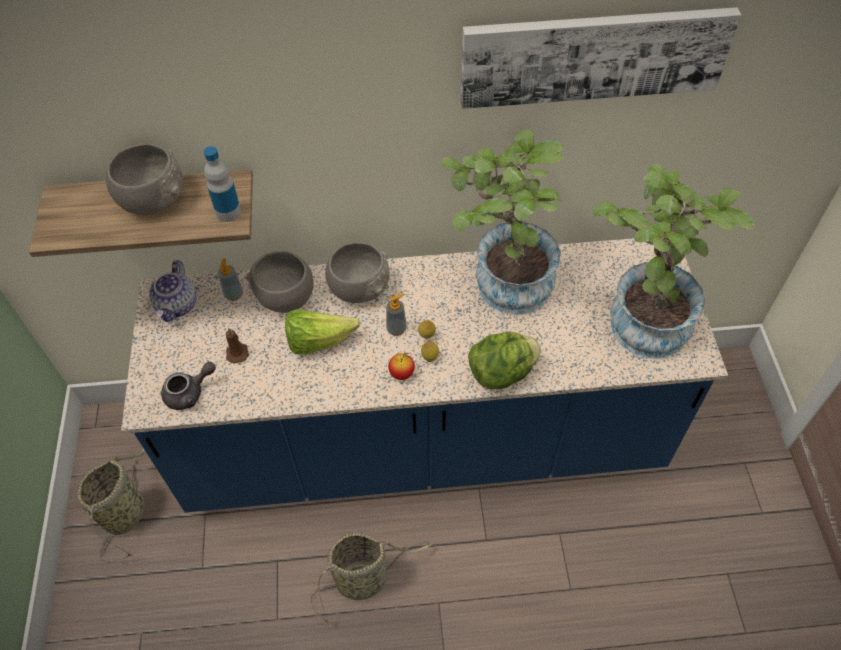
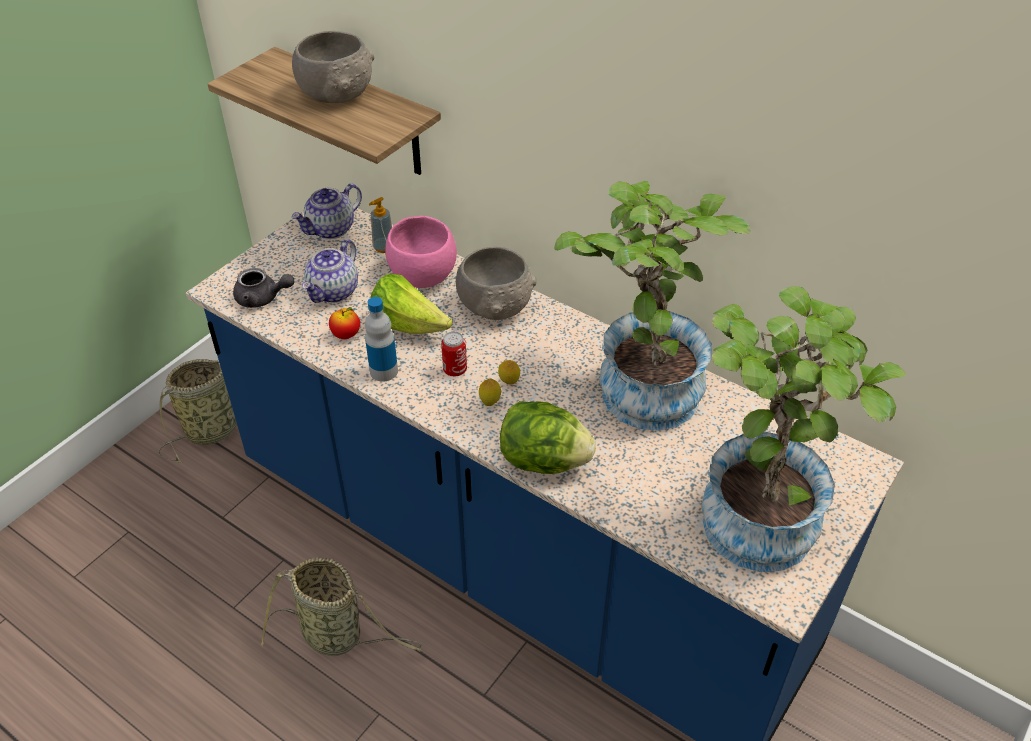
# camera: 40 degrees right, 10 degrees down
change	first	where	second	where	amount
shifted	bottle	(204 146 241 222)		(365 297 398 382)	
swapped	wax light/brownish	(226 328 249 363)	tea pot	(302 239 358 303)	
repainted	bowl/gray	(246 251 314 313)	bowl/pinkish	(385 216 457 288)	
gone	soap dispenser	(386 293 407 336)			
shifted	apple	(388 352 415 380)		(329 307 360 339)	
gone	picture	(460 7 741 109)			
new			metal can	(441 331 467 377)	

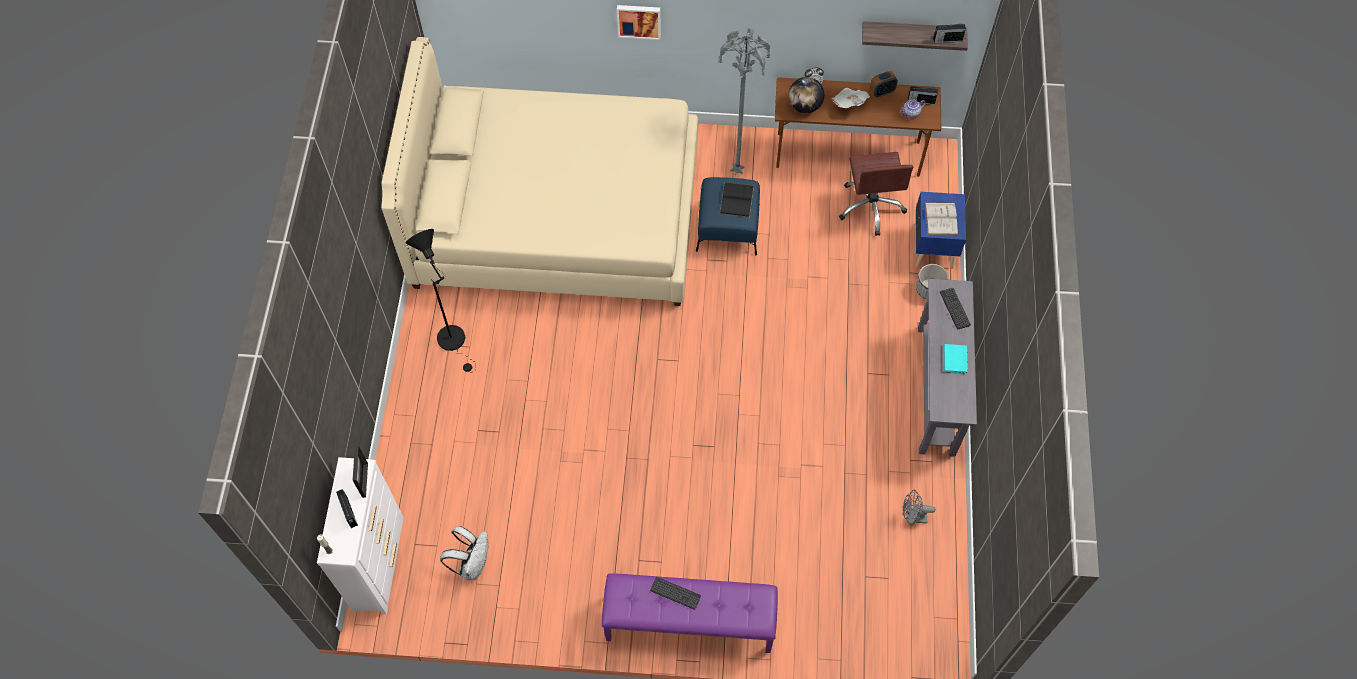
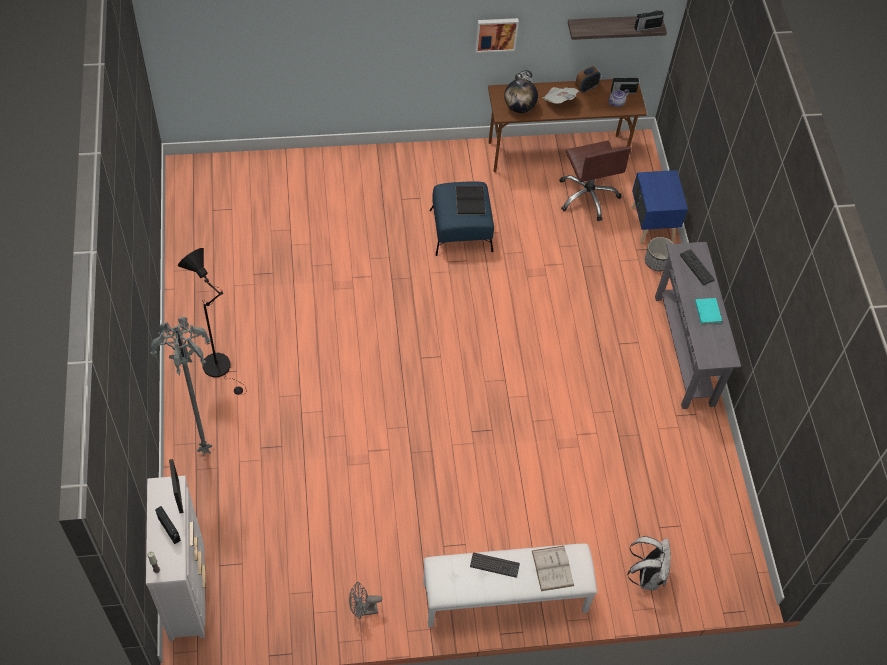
# camera: 15 degrees left, 5 degrees down
change	first	where	second	where	amount
gone	sleeping bed/beige	(381 37 698 306)			
shifted	backpack/white	(440 526 489 580)		(627 536 671 590)	
repainted	long seat/purple-coloured	(602 573 778 653)	long seat/white	(423 544 597 627)	
shifted	picture	(617 5 661 40)		(475 18 519 53)	
shifted	floor lamp/gray	(718 28 772 176)		(150 317 212 456)	
shifted	fan/gray	(903 490 936 525)		(349 582 382 619)	
shifted	bound book/white	(925 202 958 235)		(532 546 574 591)	

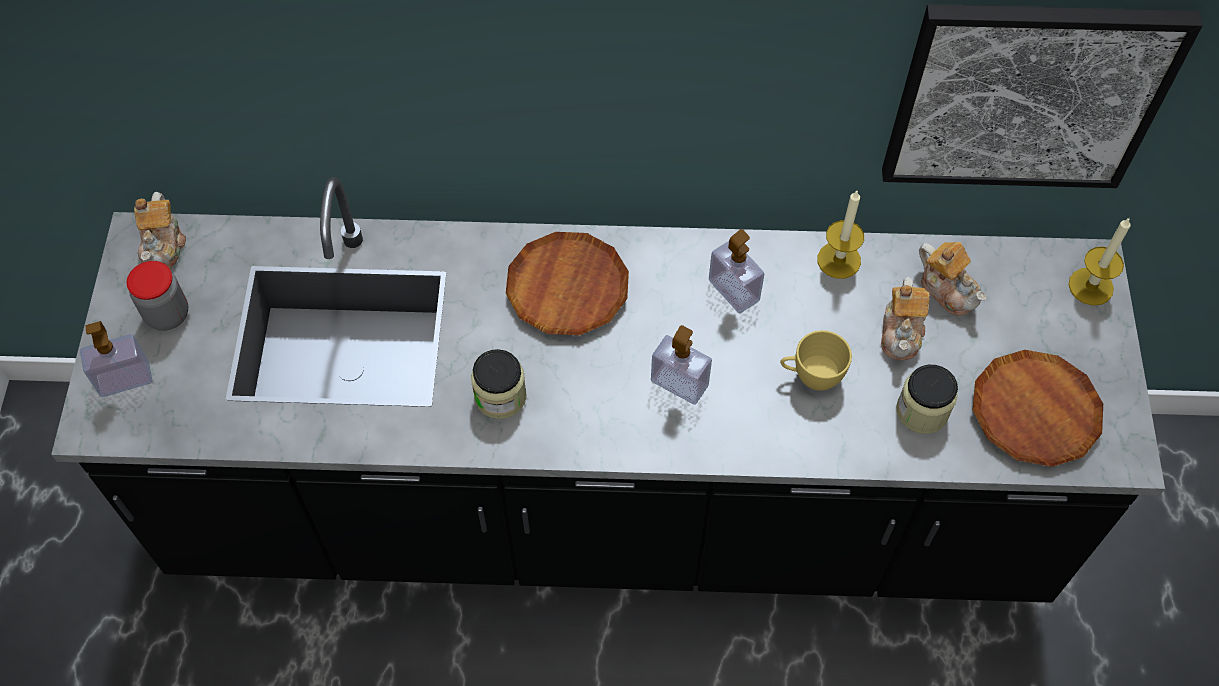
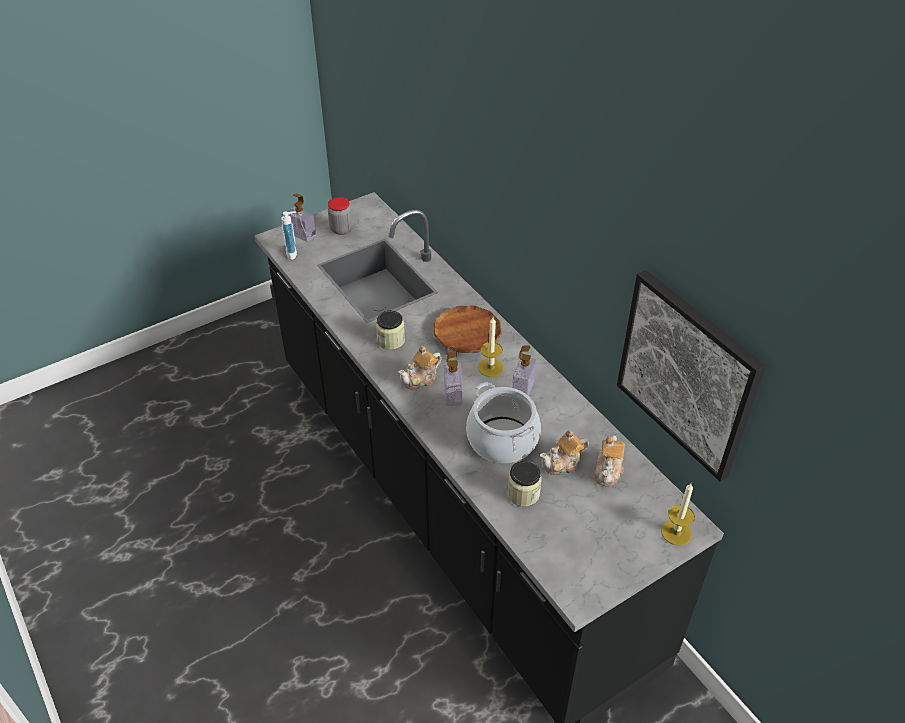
# camera: 55 degrees right, 15 degrees down
change	first	where	second	where	amount
shifted	tea pot	(134 192 186 269)		(398 346 442 390)	
swapped	cup/yellowish	(780 330 852 391)	saucepot	(466 382 541 463)	
shifted	wax light	(817 191 864 279)		(478 317 504 377)	
gone	plate/brownish	(973 350 1103 467)			
new			soap dispenser	(281 211 297 260)	

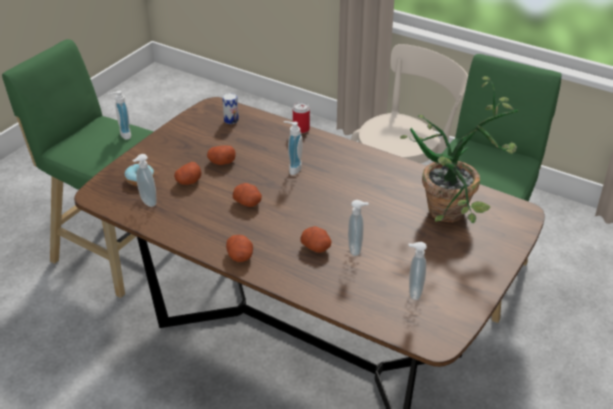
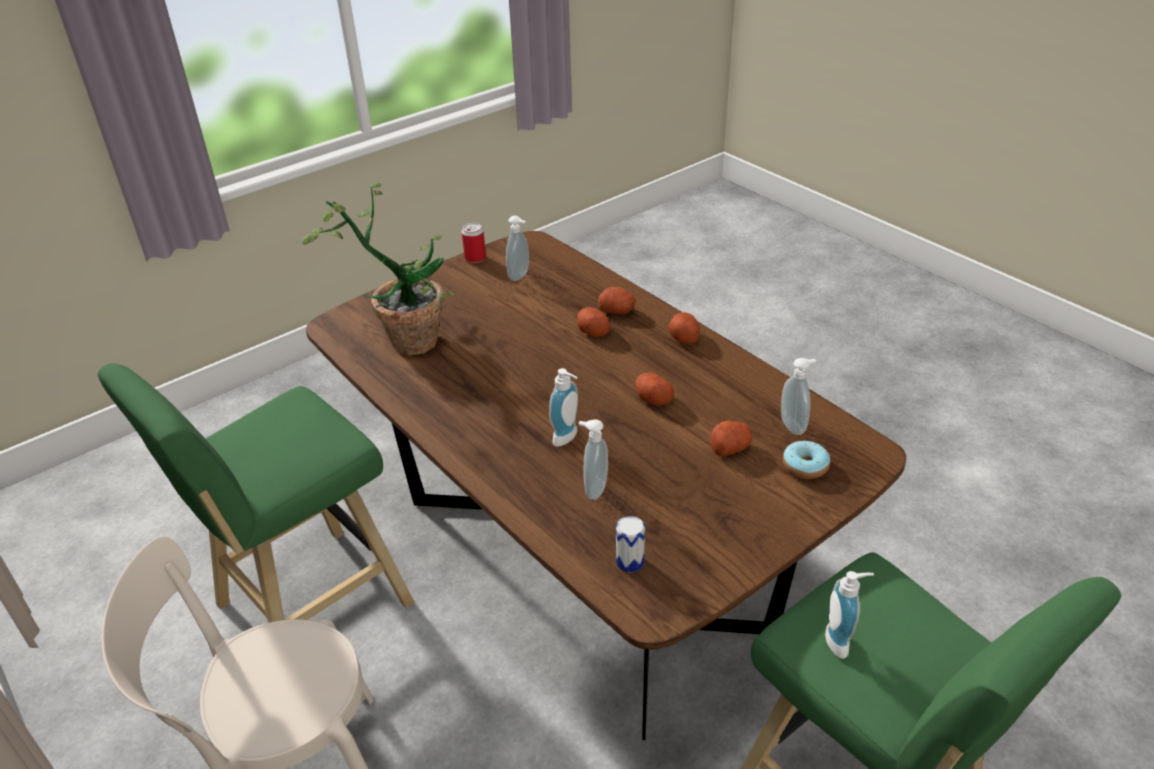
# camera: 160 degrees left, 0 degrees up
change	first	where	second	where	amount
shifted	potato	(207 146 236 165)		(598 287 636 314)	
shifted	metal can	(293 102 310 134)		(461 223 486 263)	
shifted	soap dispenser	(348 200 369 256)		(579 420 608 500)	

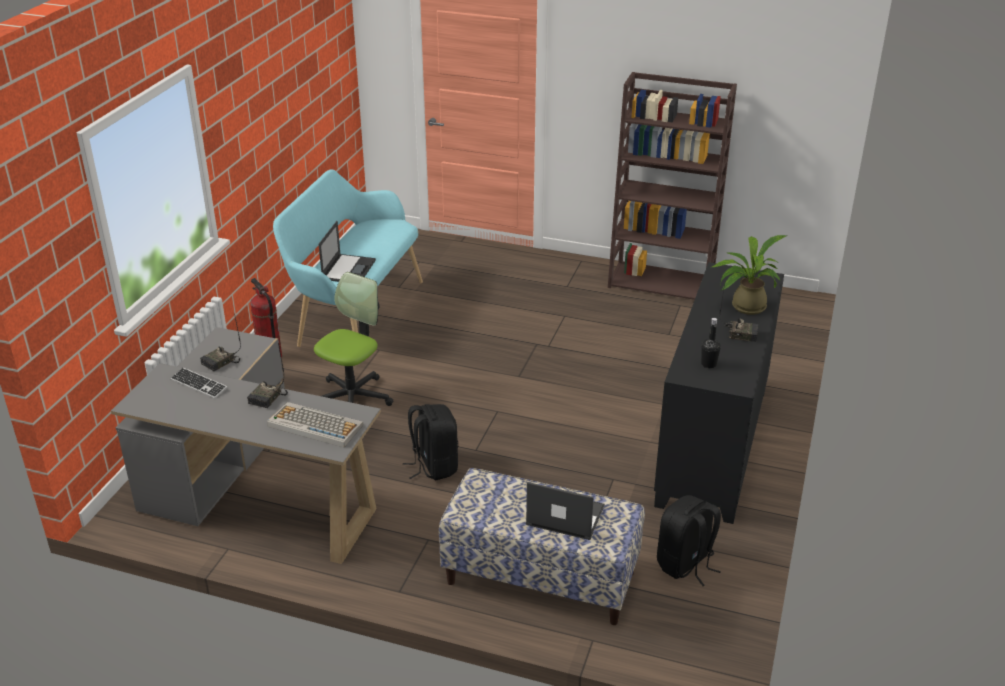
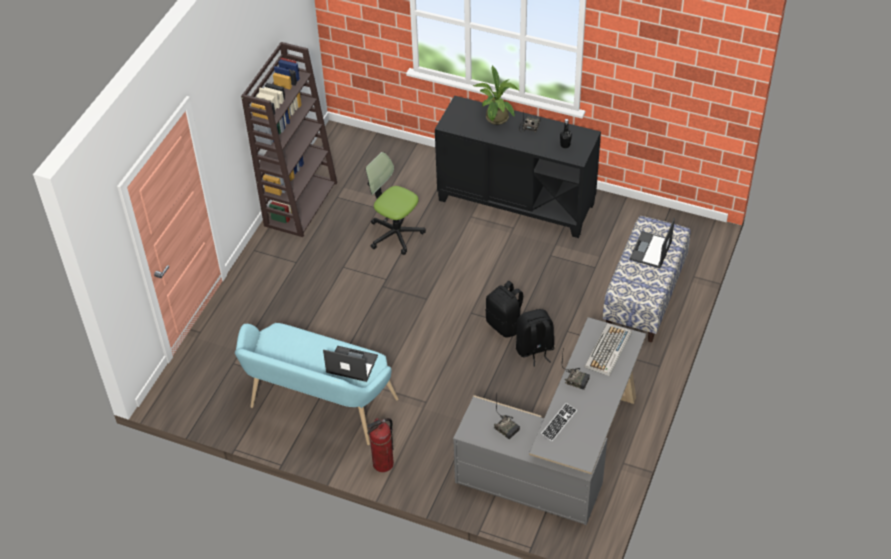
# camera: 85 degrees left, 15 degrees up
change	first	where	second	where	amount
shifted	computer chair	(314 272 393 406)		(366 152 426 255)	
shifted	backpack/blackish	(657 495 721 586)		(485 281 523 337)	

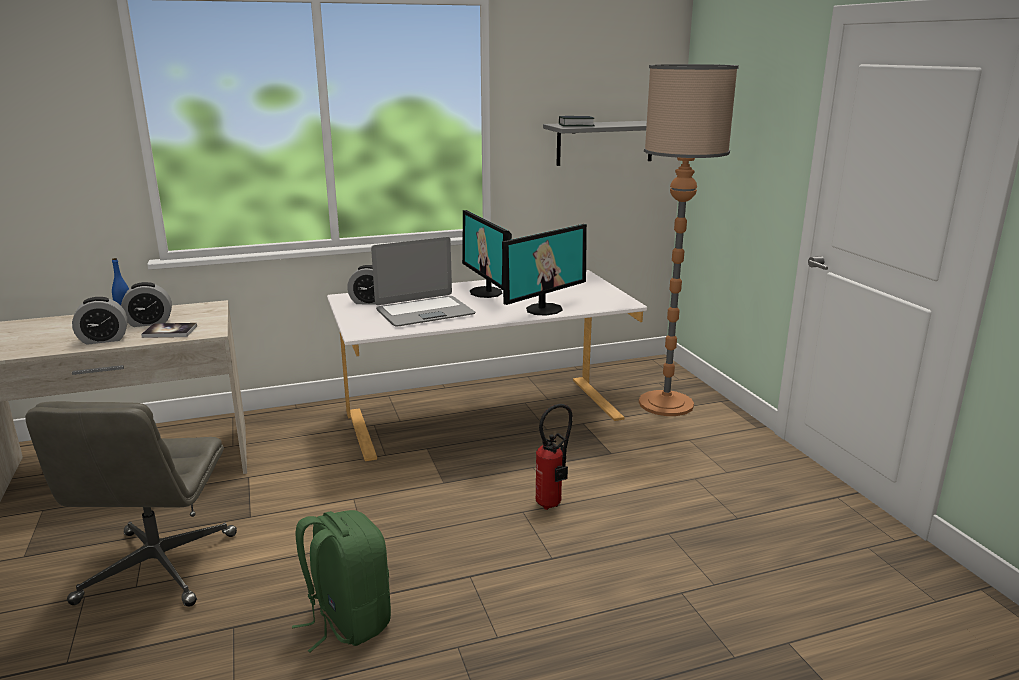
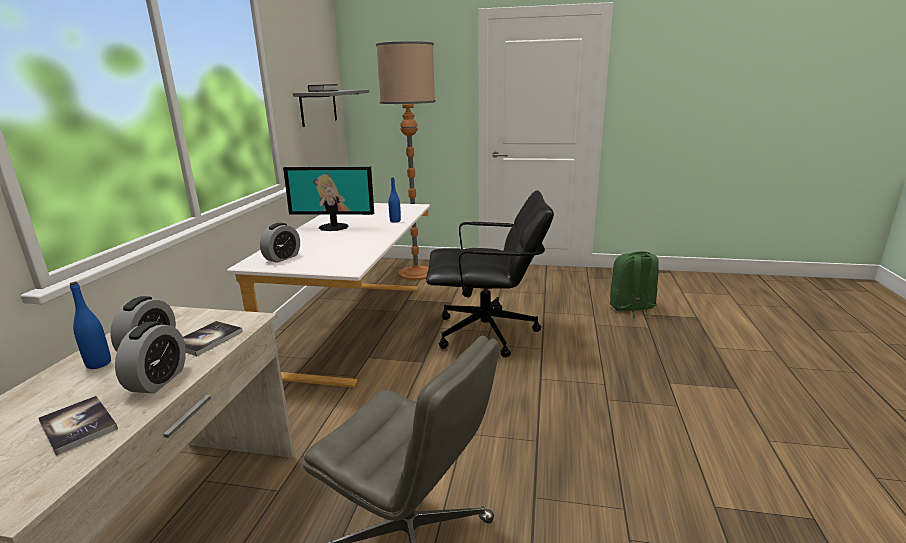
# camera: 60 degrees left, 0 degrees up
change	first	where	second	where	amount
shifted	backpack/greenish	(292 510 391 652)		(610 251 659 318)	
gone	portable computer	(371 237 475 327)			
swapped	computer screen	(502 224 587 316)	bottle/bluish	(388 177 401 223)	
swapped	fire extinguisher	(535 404 573 510)	computer chair/blackish	(426 190 554 358)	
new			bound book	(38 396 118 456)	

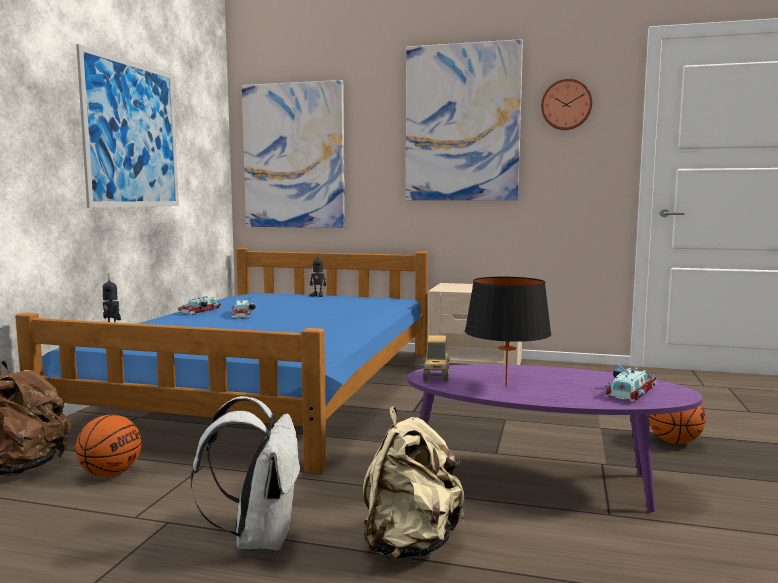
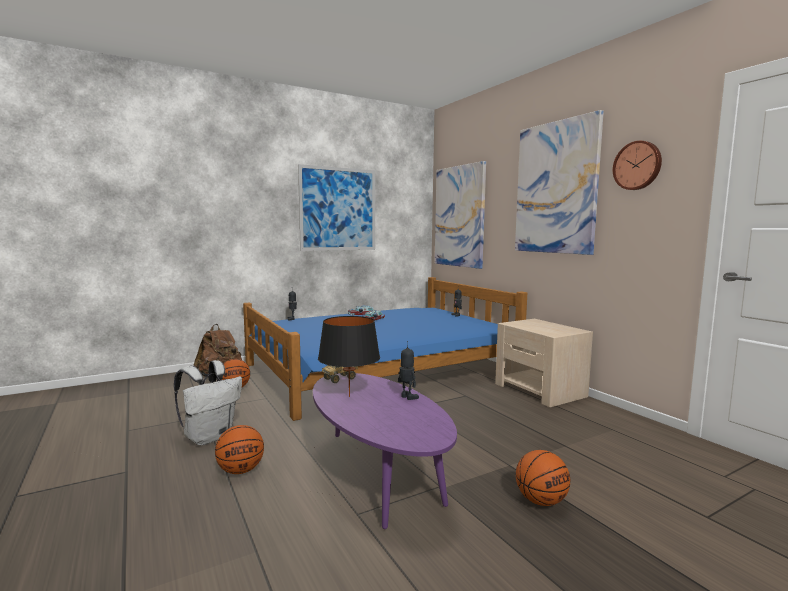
# camera: 45 degrees right, 0 degrees up
change	first	where	second	where	amount
swapped	backpack/beige	(363 406 465 560)	basketball ball	(215 425 264 474)	
gone	miniature car	(605 363 657 402)			
new			model robot	(398 341 419 400)	

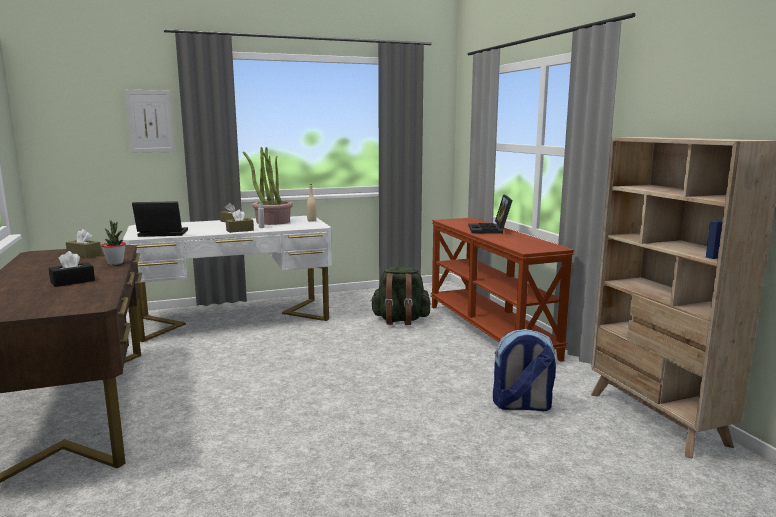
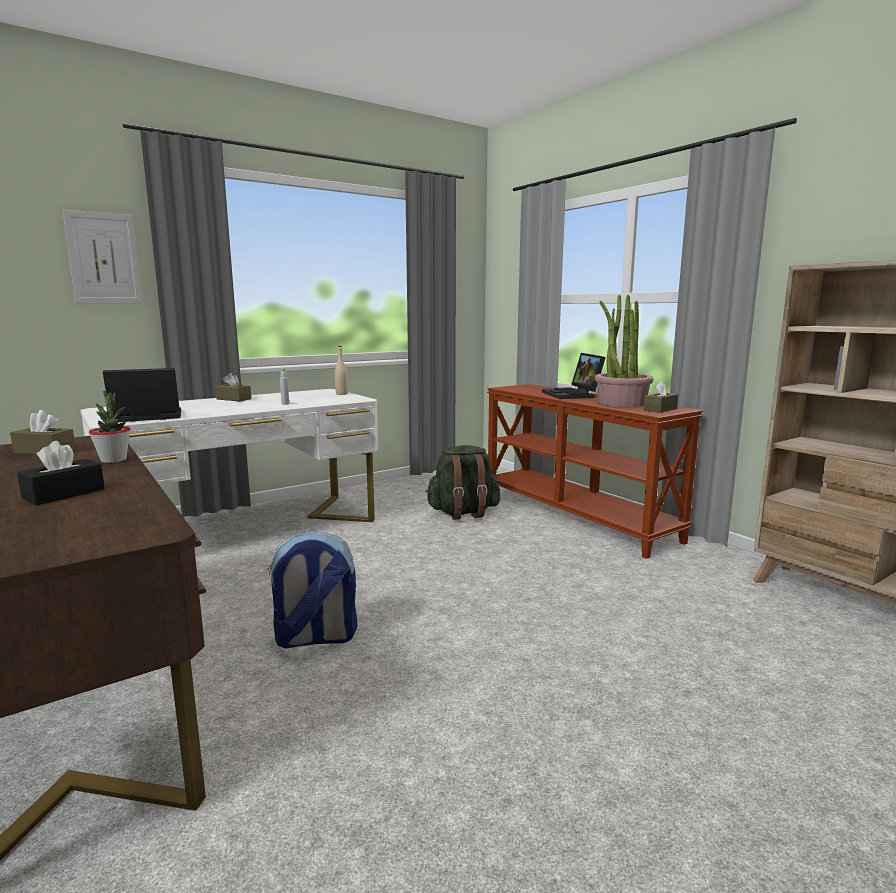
# camera: 15 degrees left, 0 degrees up
change	first	where	second	where	amount
shifted	box of tissues/brownish	(226 210 254 233)		(643 380 678 413)	
shifted	potted plant	(243 147 293 225)		(595 295 653 407)	
shifted	backpack	(493 329 556 412)		(267 531 357 649)	

